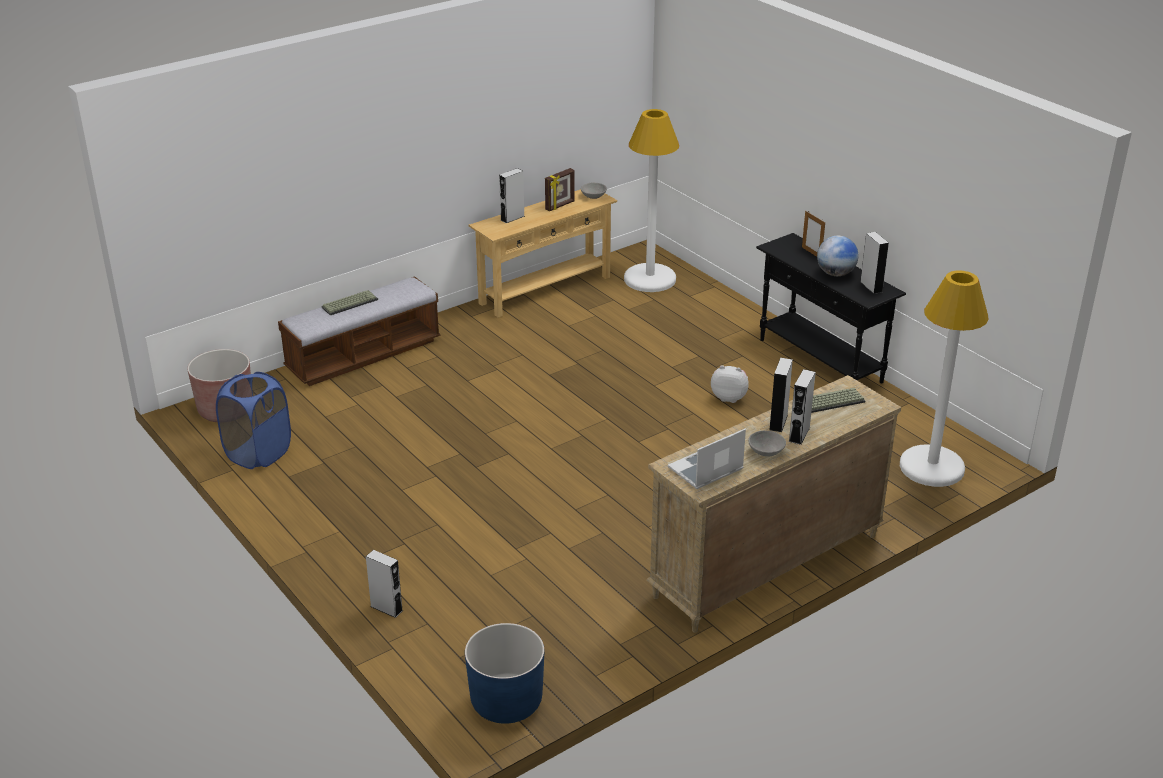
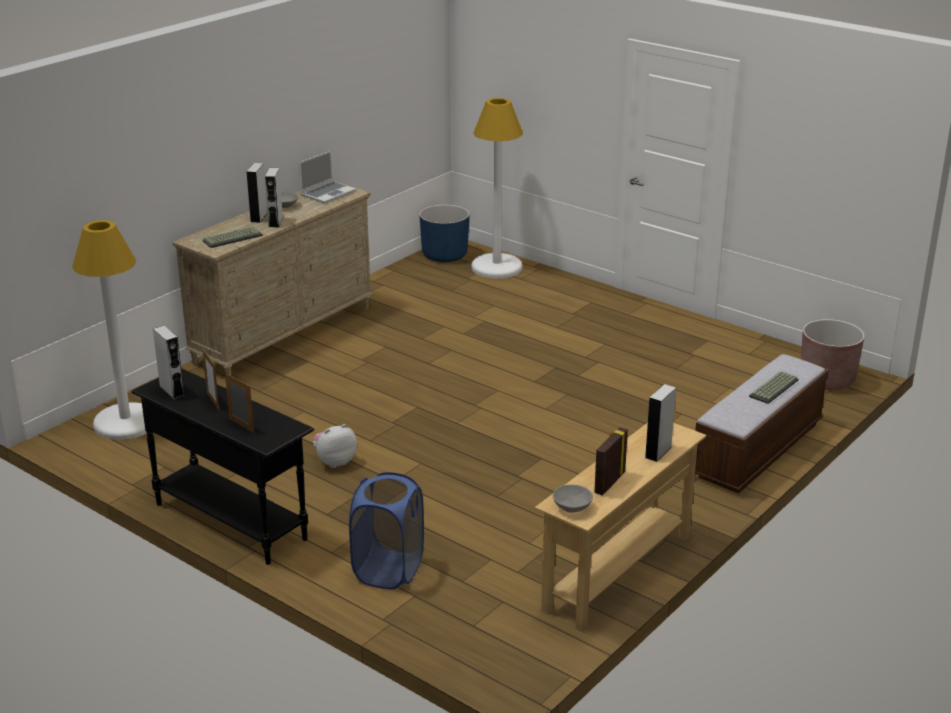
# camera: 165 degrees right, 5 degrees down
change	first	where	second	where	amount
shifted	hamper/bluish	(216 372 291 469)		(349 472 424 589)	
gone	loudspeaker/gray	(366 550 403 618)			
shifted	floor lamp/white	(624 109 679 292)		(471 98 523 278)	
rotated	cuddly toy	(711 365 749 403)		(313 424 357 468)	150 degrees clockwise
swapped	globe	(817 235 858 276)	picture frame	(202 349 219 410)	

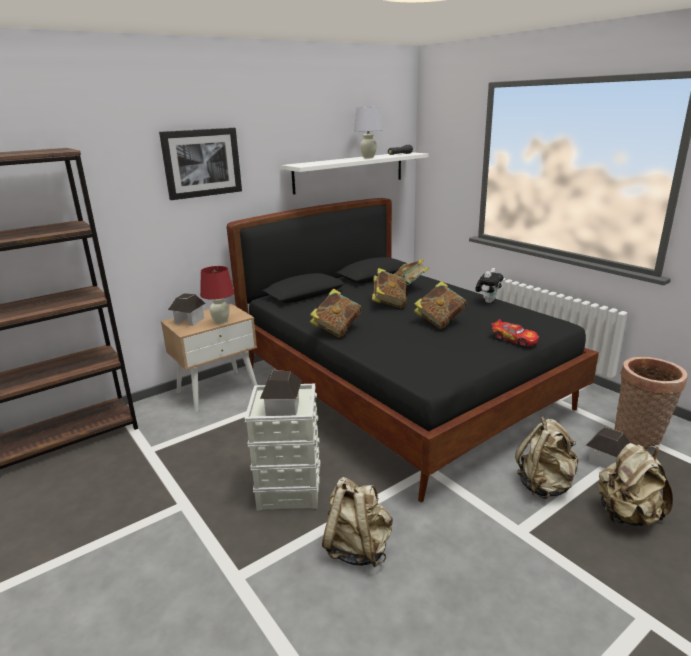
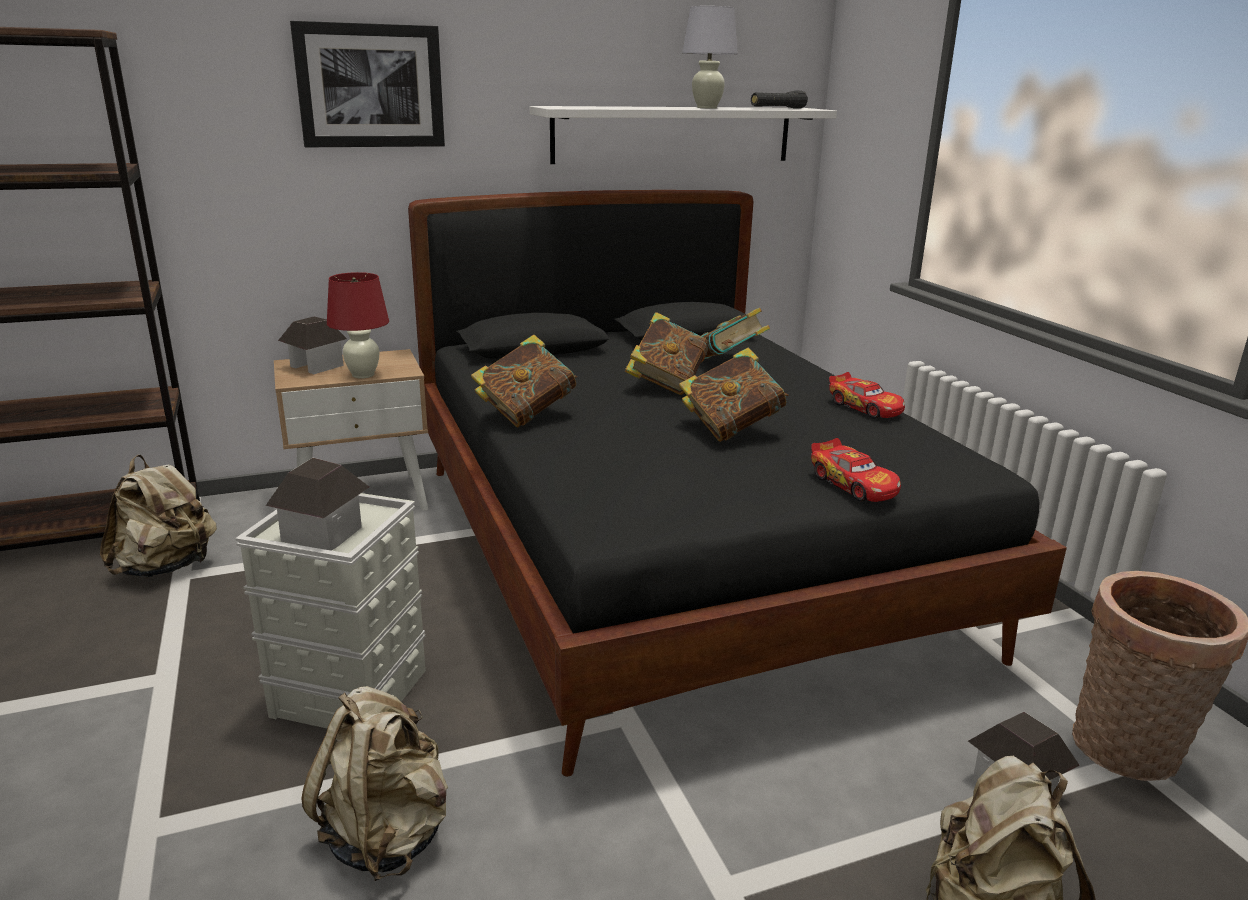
# camera: 15 degrees right, 0 degrees up
change	first	where	second	where	amount
swapped	cuddly toy	(475 268 504 303)	miniature car	(829 372 905 419)	
shifted	backpack/beige	(515 416 579 499)		(100 455 217 577)	

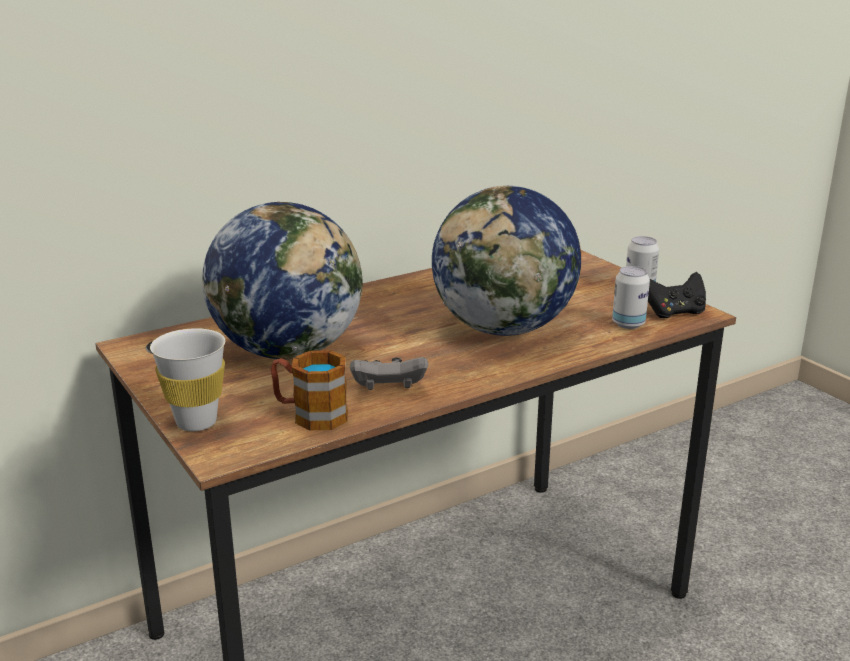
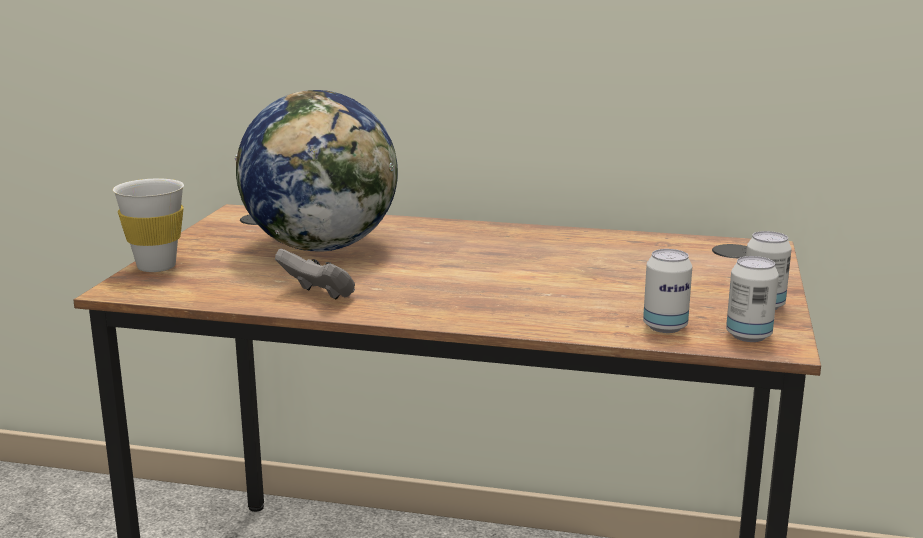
# camera: 45 degrees right, 5 degrees down
change	first	where	second	where	amount
gone	coffee mug	(271 350 348 430)			
gone	globe	(432 186 581 336)			
swapped	game controller/blackish	(648 272 706 318)	metal can	(726 256 779 342)	

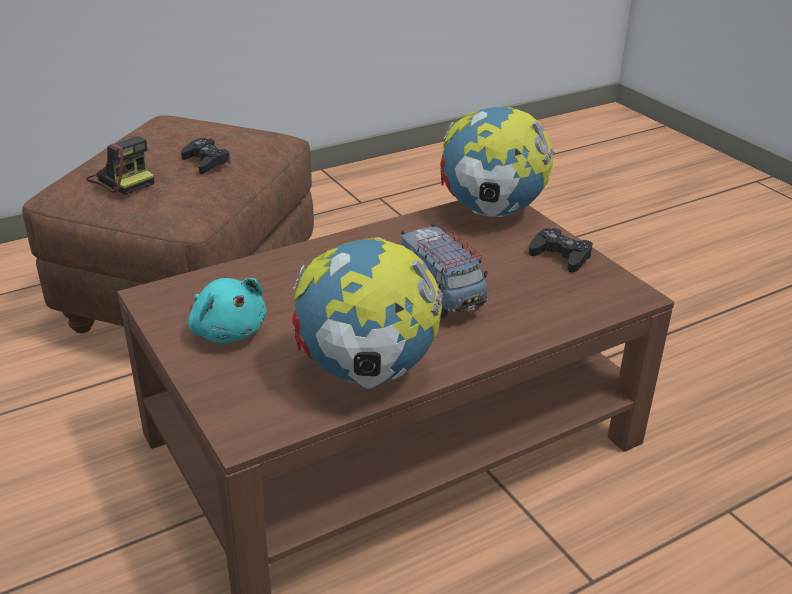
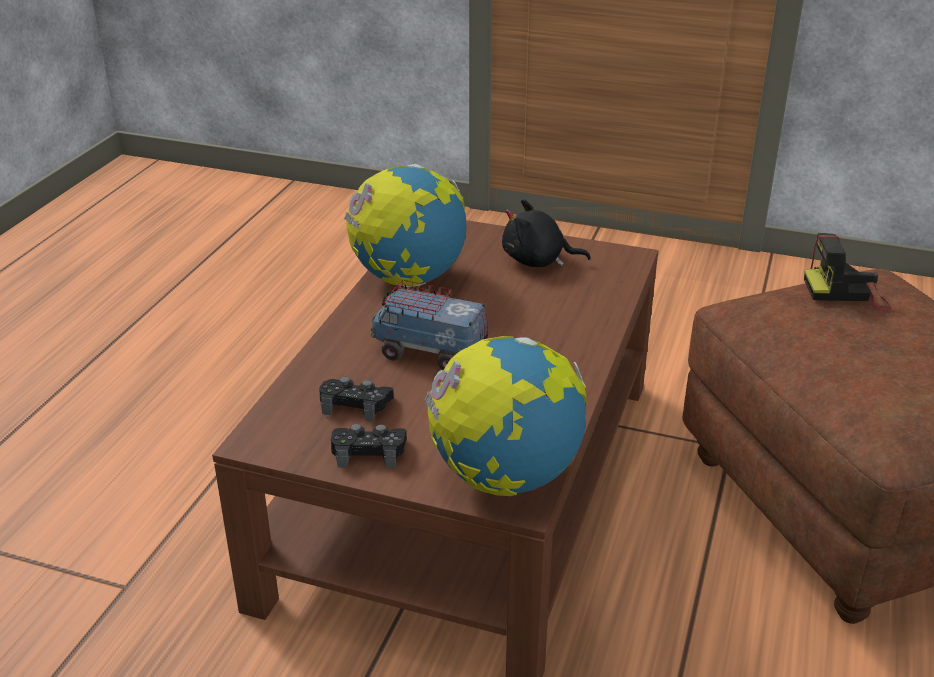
# camera: 140 degrees right, 0 degrees up
change	first	where	second	where	amount
shifted	game controller/blackish	(181 138 231 174)		(319 377 394 422)	
repainted	cuddly toy/turquoise	(188 278 266 343)	cuddly toy/blackish	(502 199 591 267)	

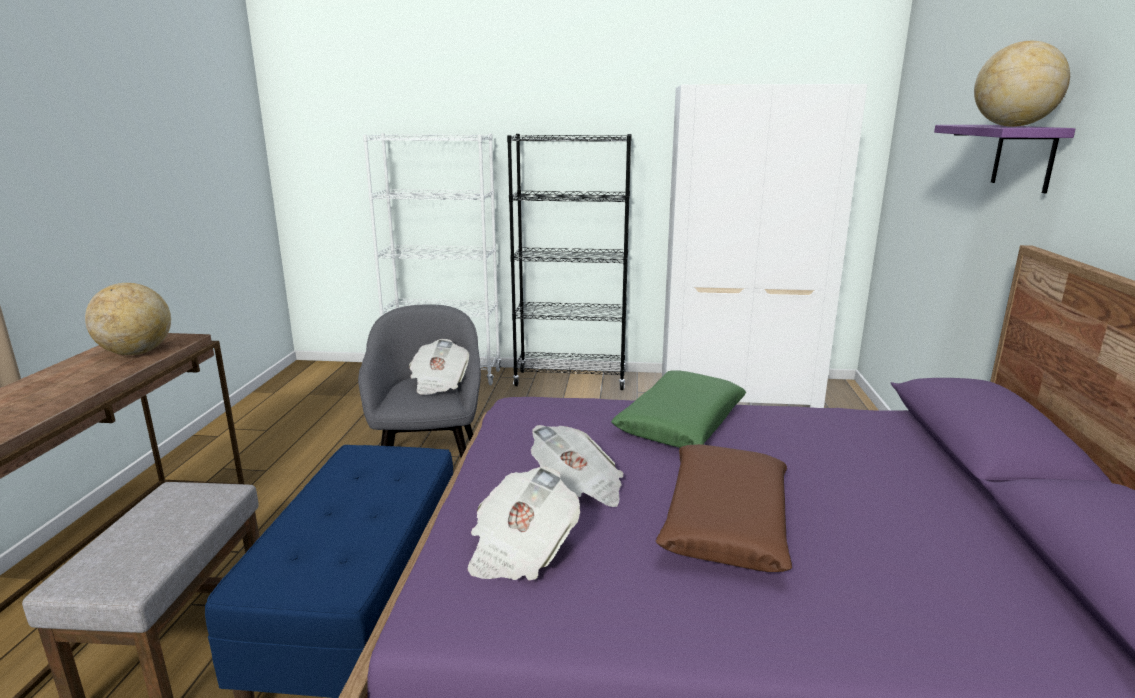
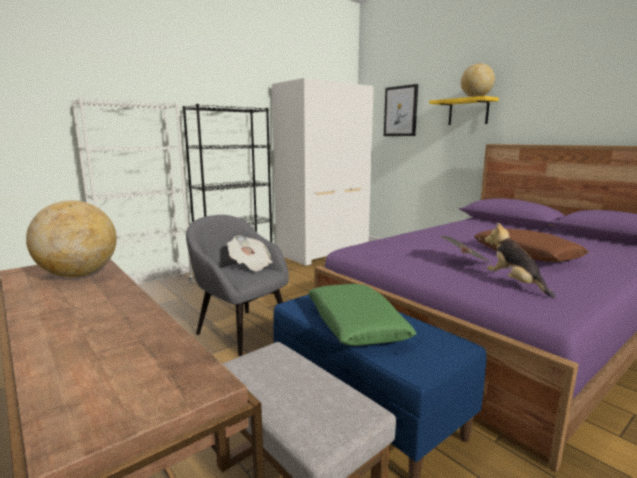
# camera: 45 degrees left, 5 degrees down
change	first	where	second	where	amount
swapped	daily paper	(468 467 580 581)	cuddly toy	(485 223 556 298)	
shifted	throw pillow/greenish	(611 371 746 448)		(308 284 416 346)	
repainted	bracket shelf/purple-coloured	(934 125 1076 194)	bracket shelf/yellowish	(429 96 499 125)	
new			picture	(384 84 418 136)	

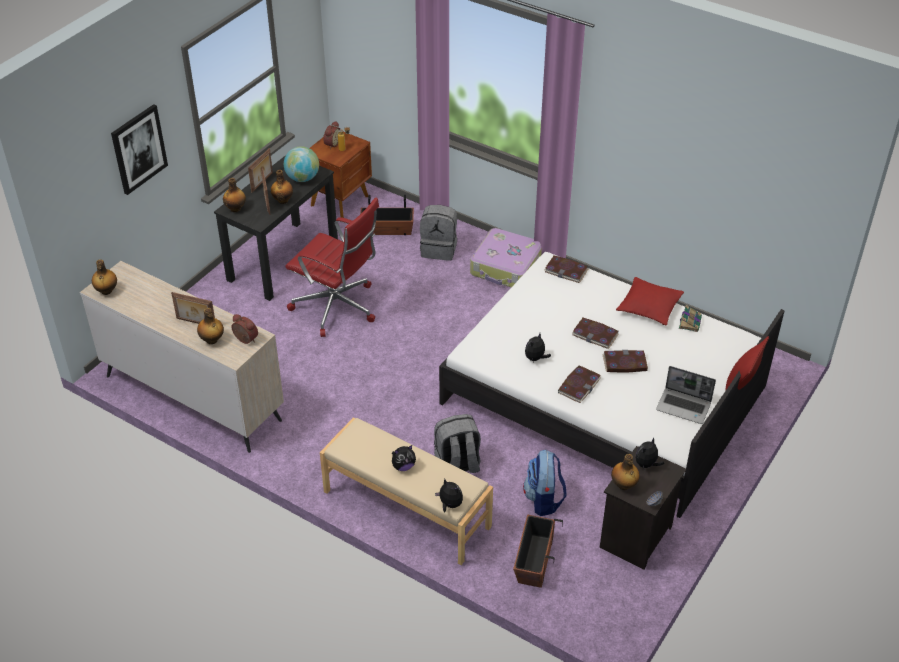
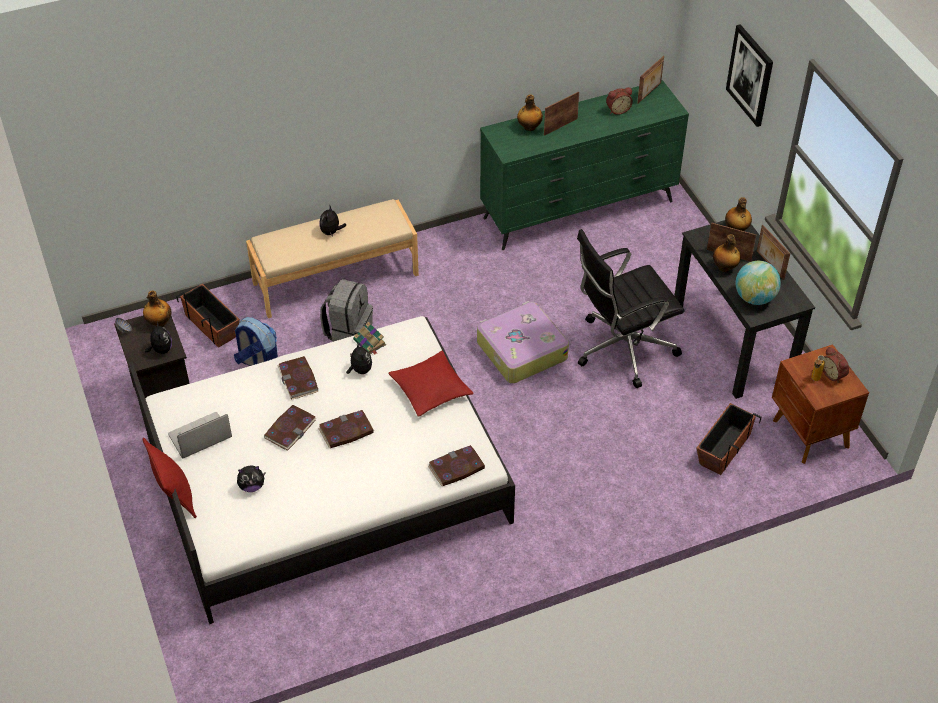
# camera: 125 degrees right, 5 degrees up
change	first	where	second	where	amount
repainted	drawer chest/beige	(80 261 284 453)	drawer chest/greenish	(480 80 689 250)	
swapped	bottle	(92 259 117 295)	picture frame	(637 56 664 104)	
shifted	bedside clock	(232 314 258 344)		(606 87 633 115)	
repainted	computer chair/red-coloured	(285 197 379 337)	computer chair/blackish	(577 229 685 388)	
gone	backpack/gray	(420 205 457 261)			
shifted	cuddly toy	(435 479 463 513)		(237 466 266 492)	
shifted	piece of luggage	(470 228 542 287)		(477 301 569 384)	
shifted	throw pillow/red-coloured	(616 277 684 326)		(388 351 474 417)	
shifted	bound book	(679 305 702 332)		(353 322 386 355)	

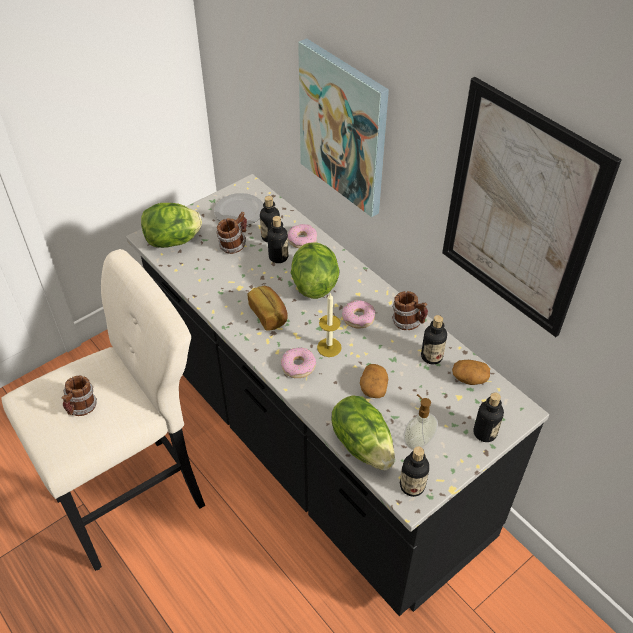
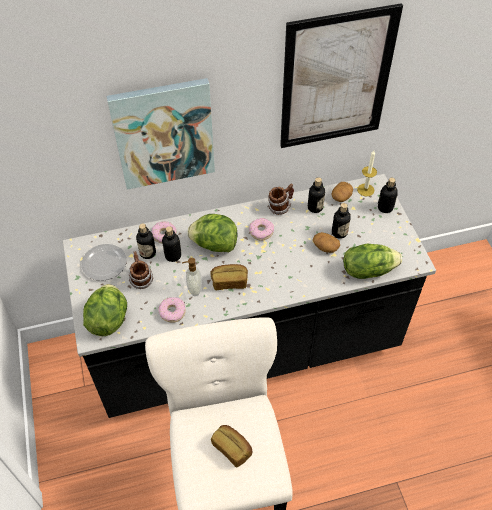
# camera: 65 degrees left, 5 degrees up
change	first	where	second	where	amount
swapped	coffee mug	(62 376 97 416)	bakery bread	(211 425 253 467)	
shifted	ring doughnut	(281 348 316 378)		(158 297 186 322)	
shifted	wax light	(317 293 342 357)		(357 150 377 196)	
shifted	bottle	(400 447 429 497)		(332 203 351 239)	
shifted	soap dispenser	(404 394 438 450)		(182 258 202 296)	

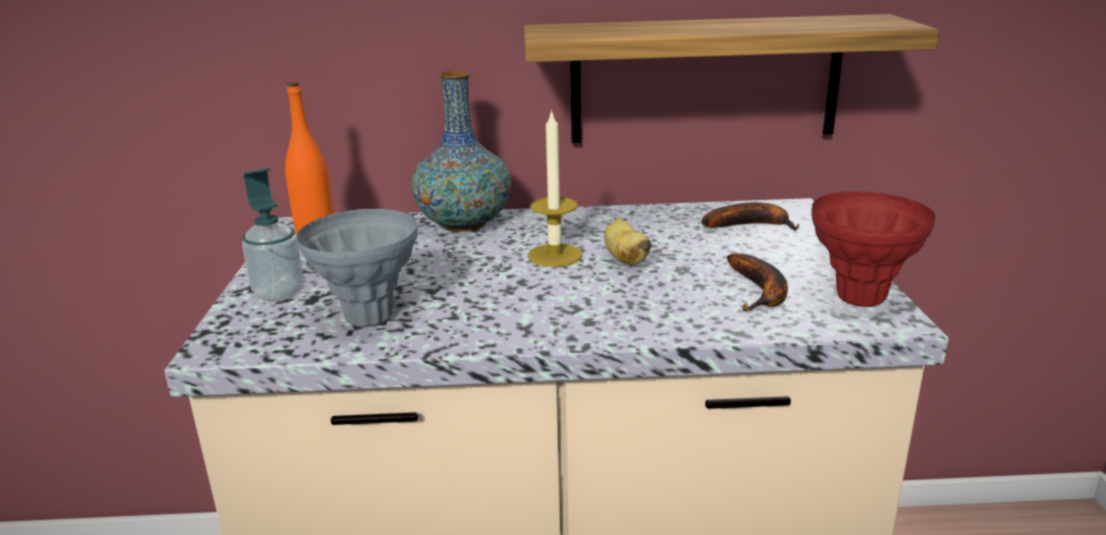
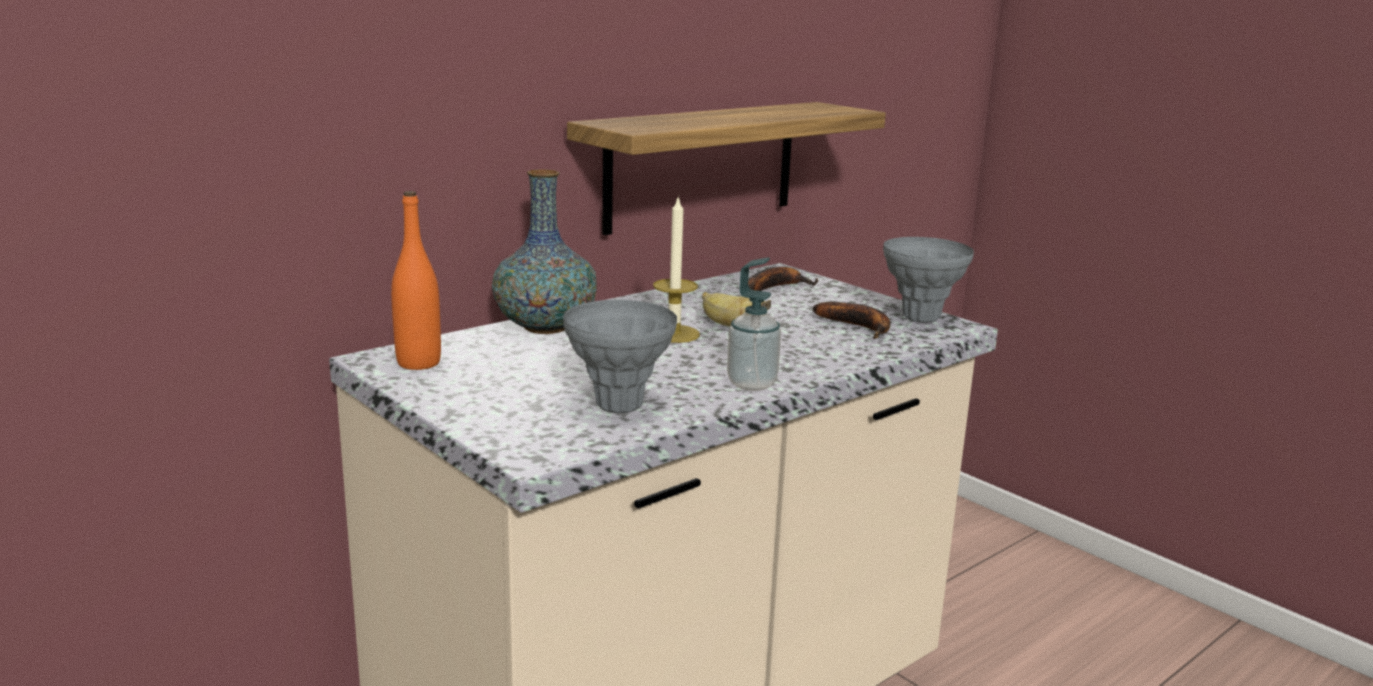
# camera: 40 degrees left, 5 degrees down
change	first	where	second	where	amount
shifted	soap dispenser	(242 168 304 302)		(727 257 781 391)	
repainted	flower vase/red-coloured	(811 191 935 307)	flower vase/gray	(883 237 974 323)	

